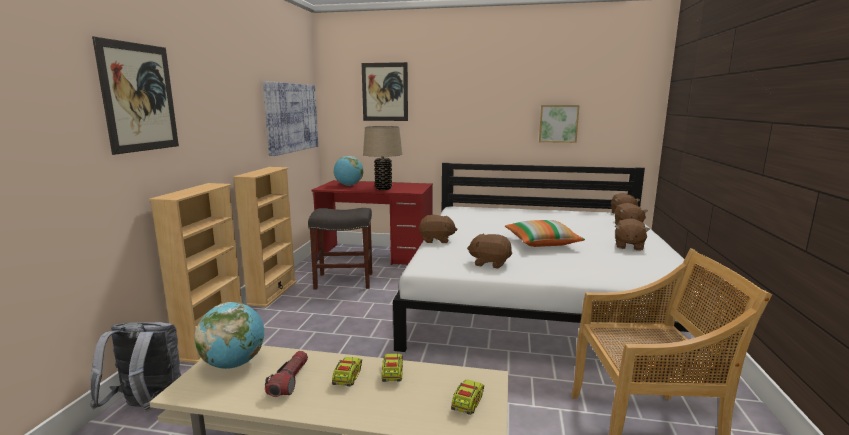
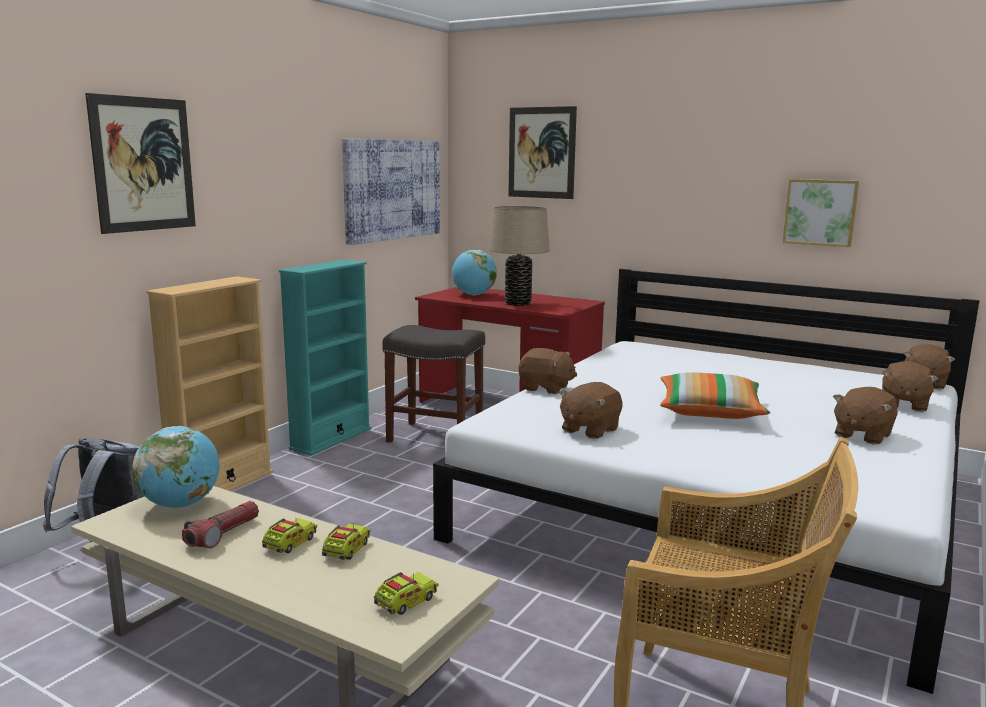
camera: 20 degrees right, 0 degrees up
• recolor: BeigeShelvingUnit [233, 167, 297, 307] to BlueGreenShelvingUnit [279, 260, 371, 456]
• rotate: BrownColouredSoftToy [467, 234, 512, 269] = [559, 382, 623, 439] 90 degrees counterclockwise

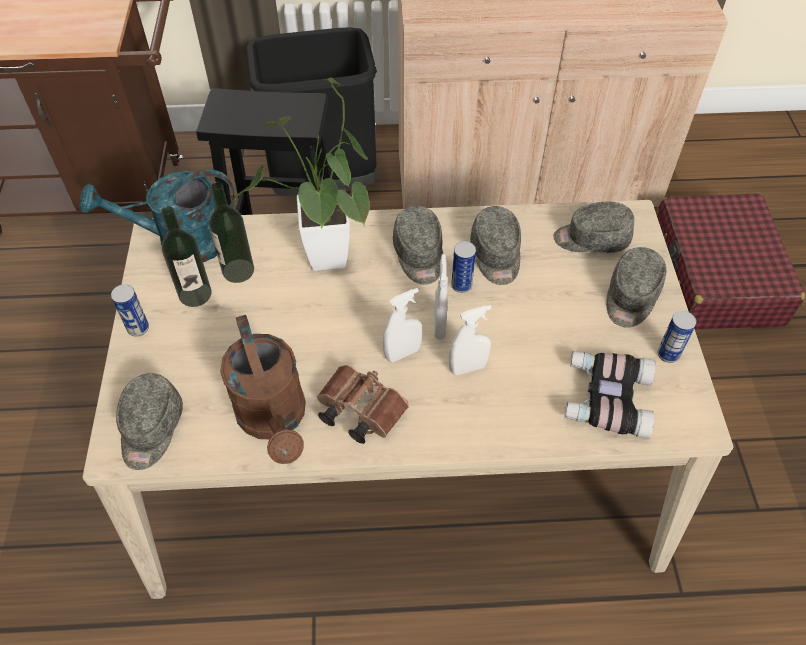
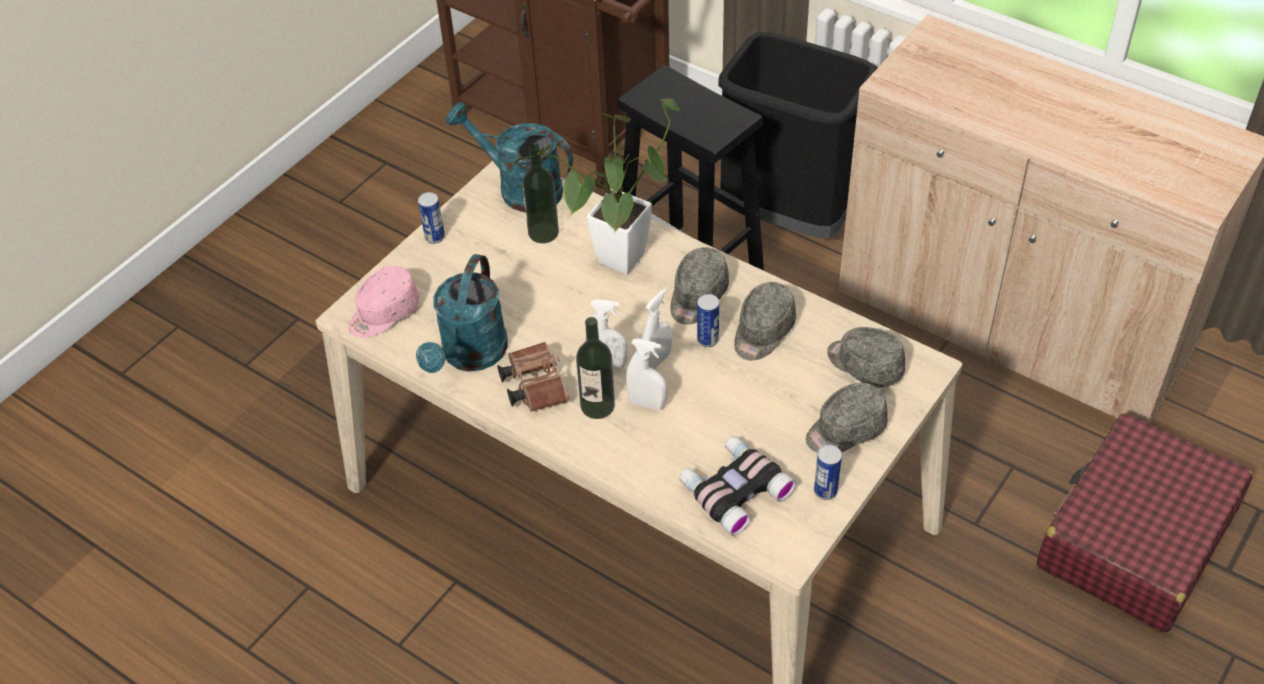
camera: 40 degrees right, 5 degrees down
• move: DrinkBottle [161, 206, 211, 307] to [576, 317, 615, 419]
• recolor: BrownColouredWateringCan [220, 315, 306, 464] to BlueGreenWateringCan [416, 254, 508, 373]
• recolor: GreyishBaseballCap [116, 373, 183, 470] to PinkishBaseballCap [348, 266, 420, 338]

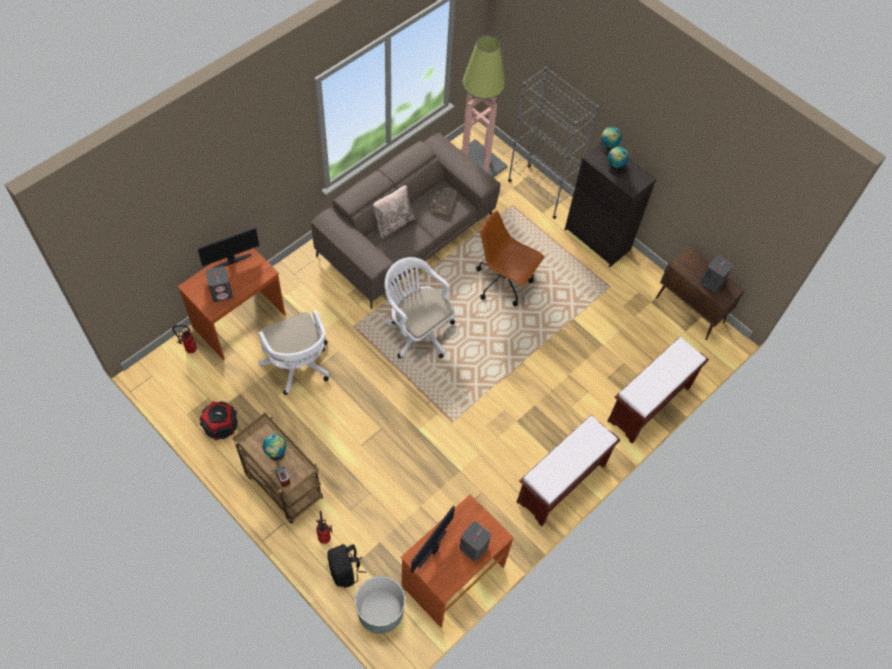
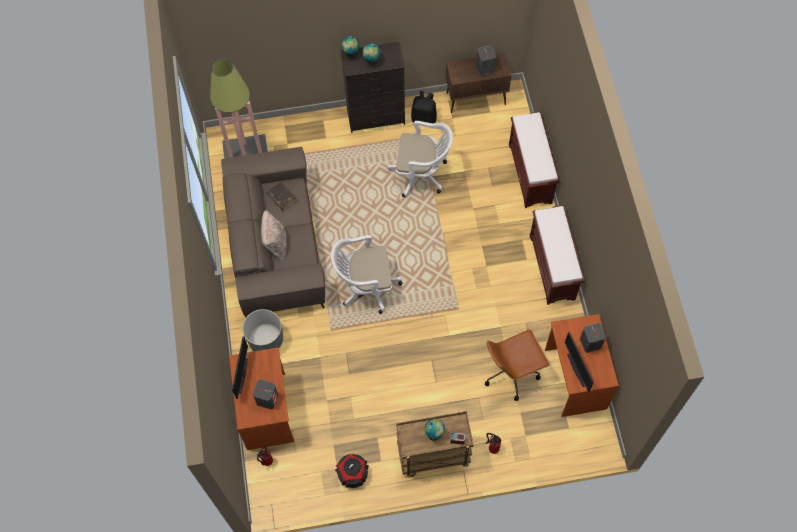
camera: 50 degrees left, 5 degrees up
• delete: GreyishShelvingUnit [508, 67, 599, 219]
• move: BrownColouredComputerChair [477, 210, 545, 306] to [485, 330, 550, 401]
• move: WhitishComputerChair [258, 310, 330, 395] to [387, 121, 453, 197]
• move: BlackishRucksack [327, 544, 366, 588] to [411, 91, 437, 123]
• move: GreyishFlowerPot [355, 576, 405, 634] to [242, 309, 283, 351]

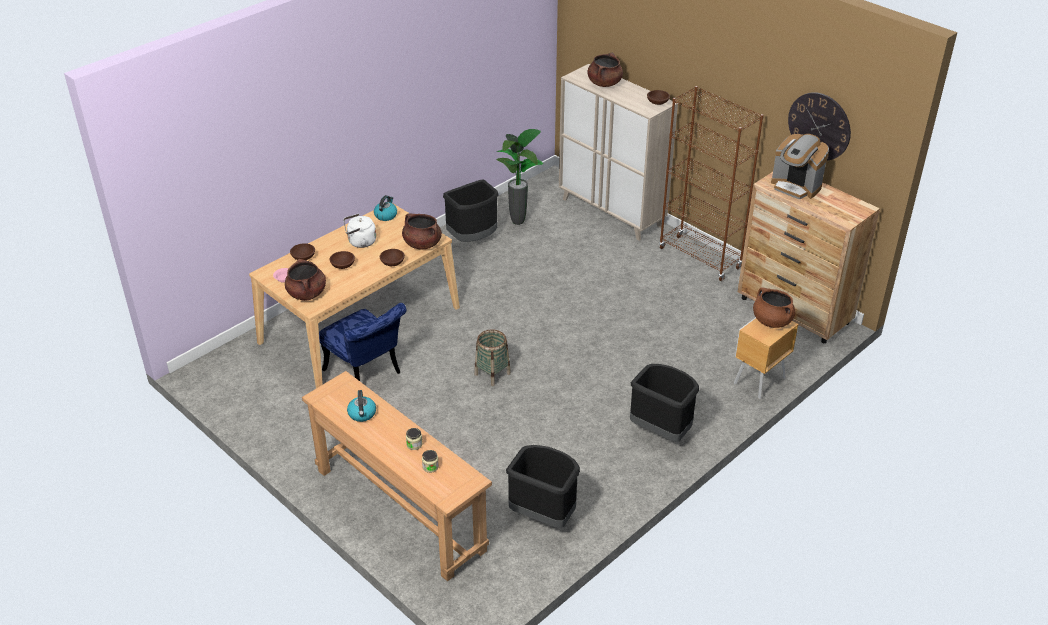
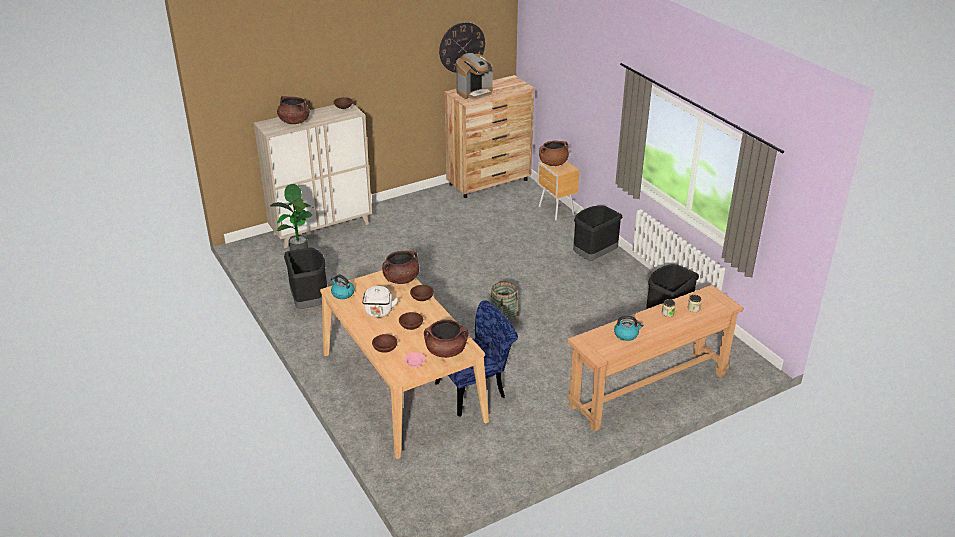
camera: 75 degrees left, 5 degrees down
• delete: BrownColouredShelvingUnit [659, 86, 764, 281]

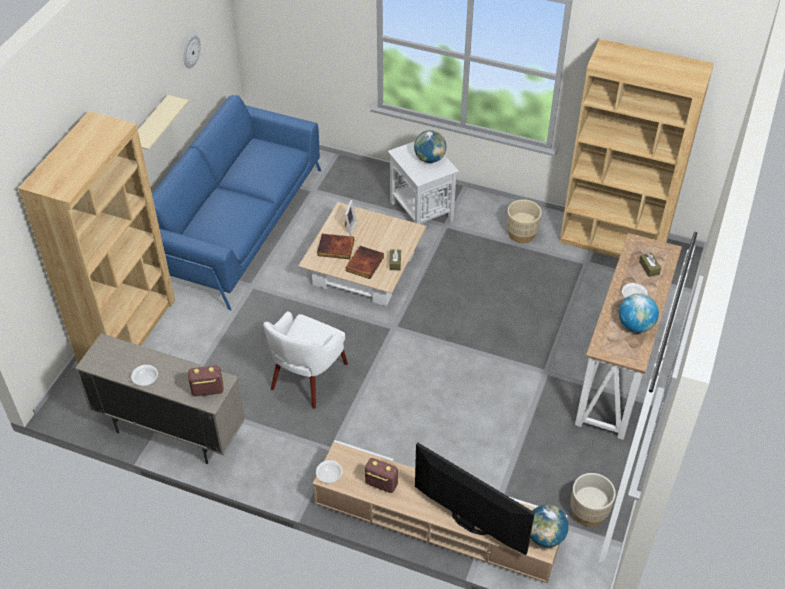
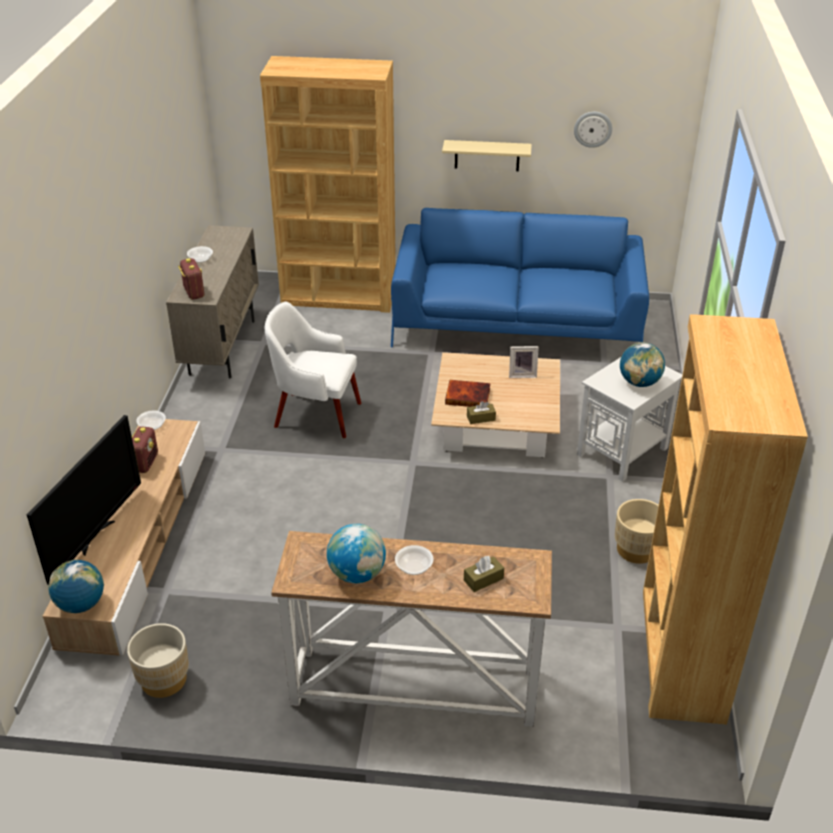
camera: 75 degrees right, 10 degrees down
• delete: BoundBook [317, 234, 354, 259]

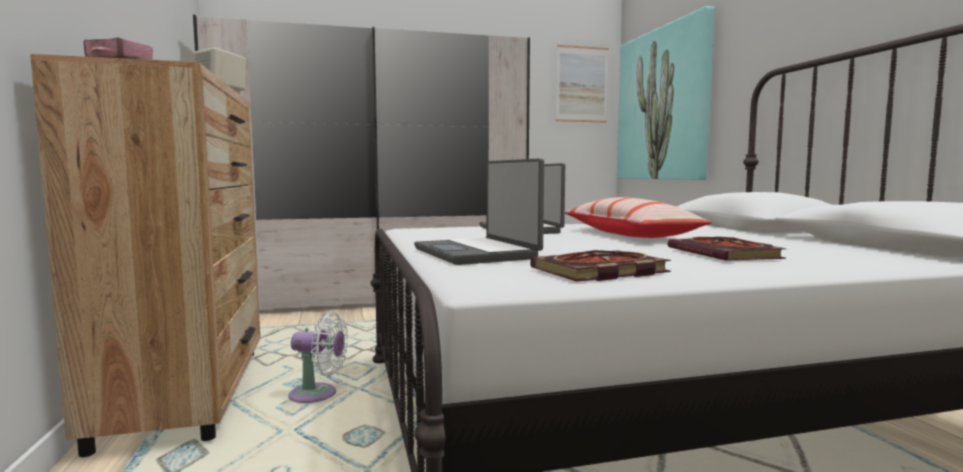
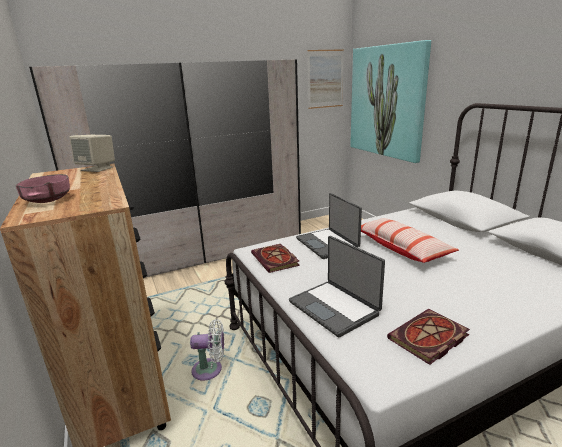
camera: 10 degrees left, 15 degrees up
• move: BoundBook [668, 237, 786, 261] to [251, 244, 300, 273]

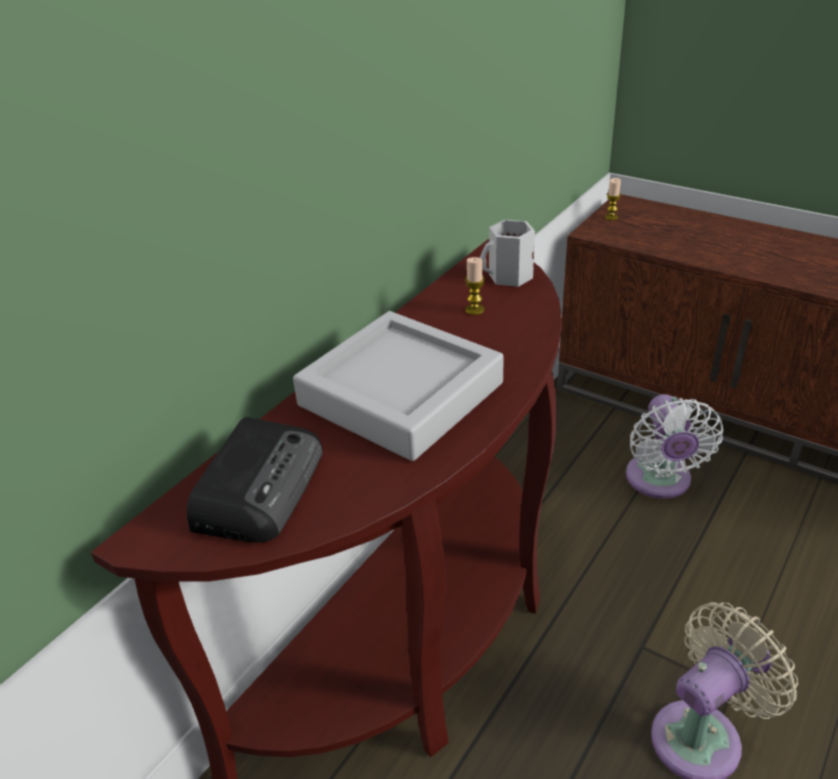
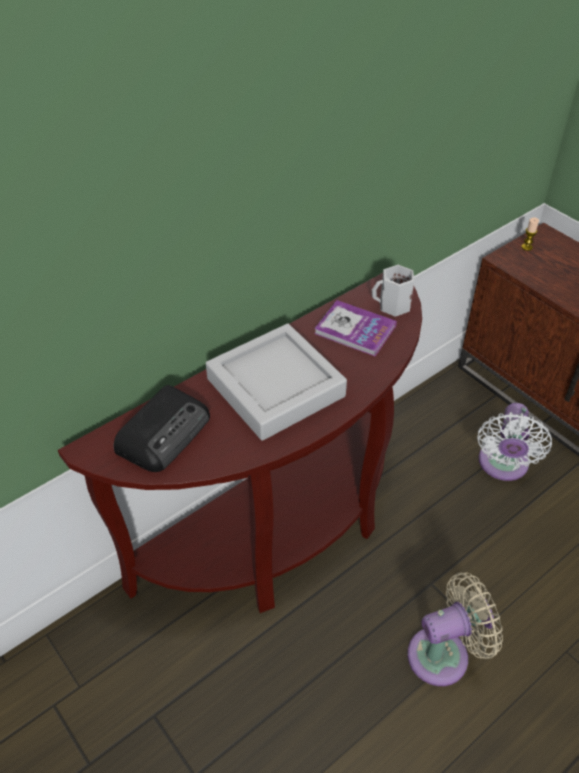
camera: 15 degrees right, 10 degrees up
• replace: Candle [465, 257, 485, 315] to BoundBook [314, 300, 397, 357]

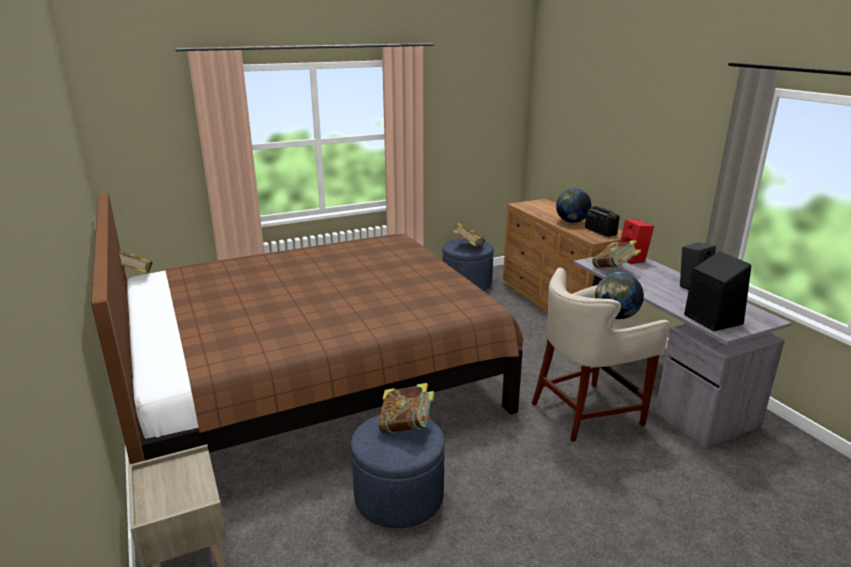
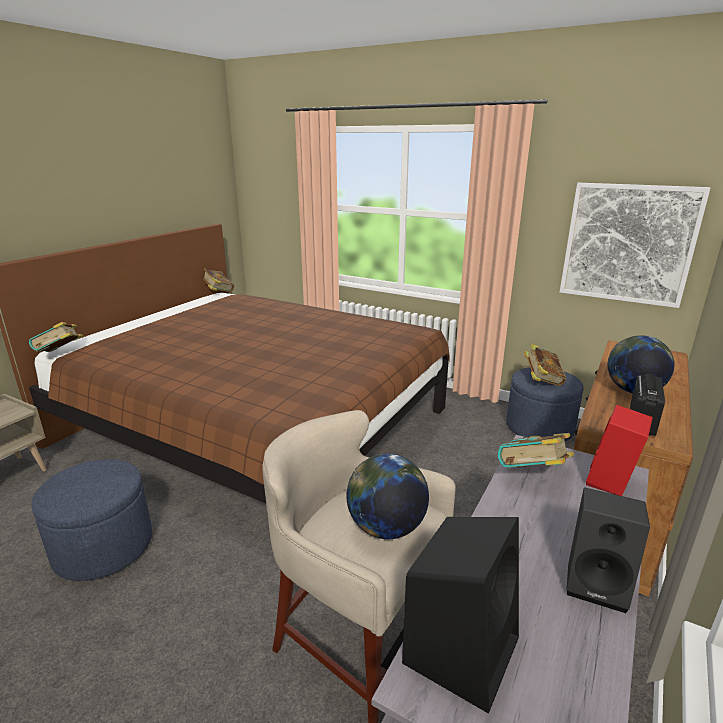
camera: 55 degrees right, 0 degrees up
• move: BoundBook [378, 383, 435, 434] to [29, 322, 83, 352]
• insert: Picture [560, 183, 710, 308]

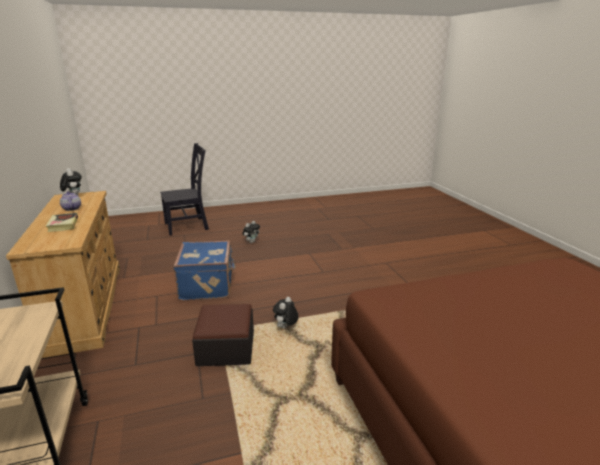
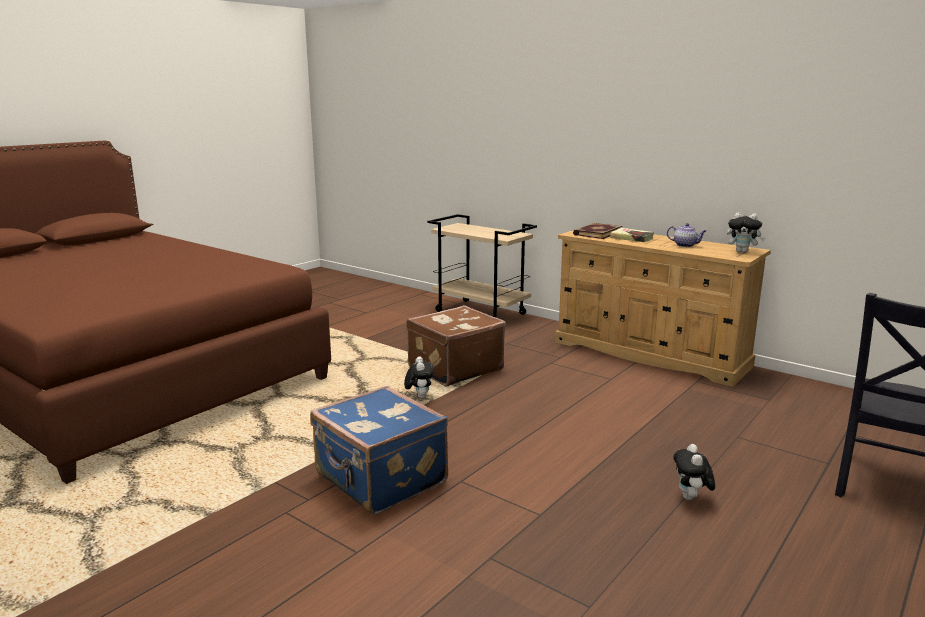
camera: 145 degrees right, 5 degrees down
• move: BluePieceOfLuggage [173, 240, 236, 300] to [310, 386, 448, 515]
• replace: Ottoman [192, 304, 254, 366] to BrownColouredPieceOfLuggage [406, 305, 506, 386]
• insert: BoundBook [573, 223, 622, 239]

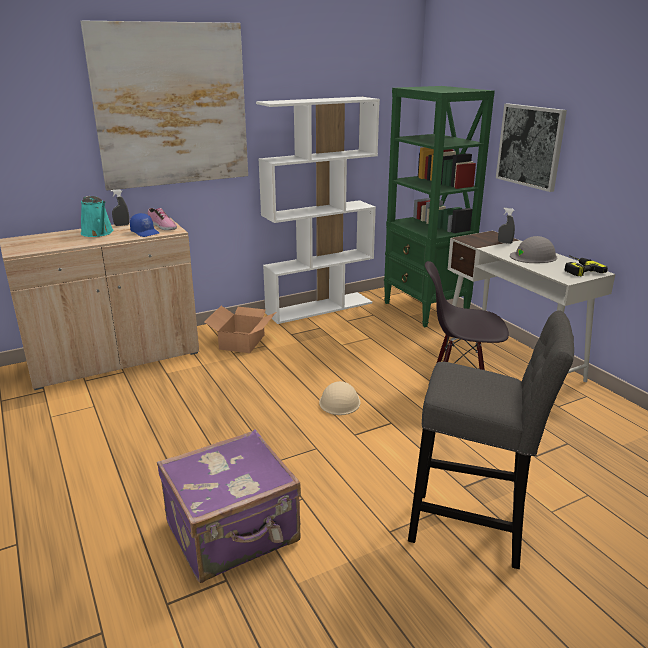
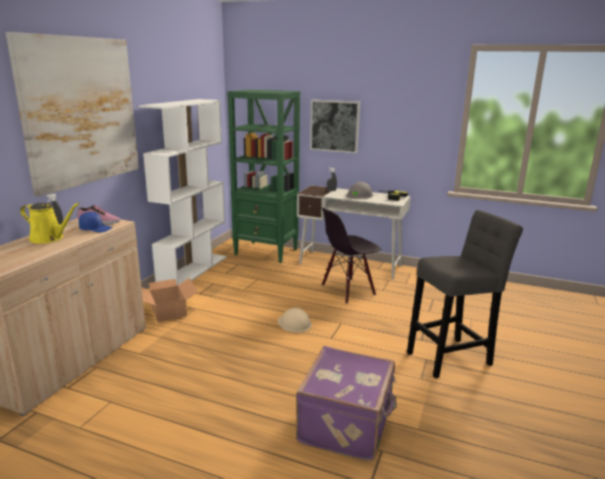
camera: 40 degrees left, 5 degrees down
• recolor: BlueGreenWateringCan [81, 196, 113, 237] to YellowWateringCan [20, 203, 79, 244]

